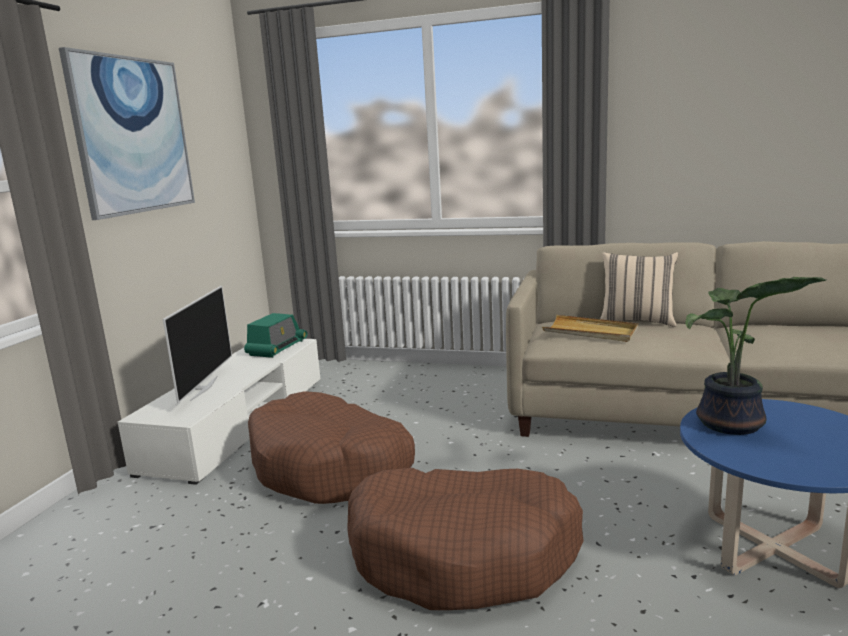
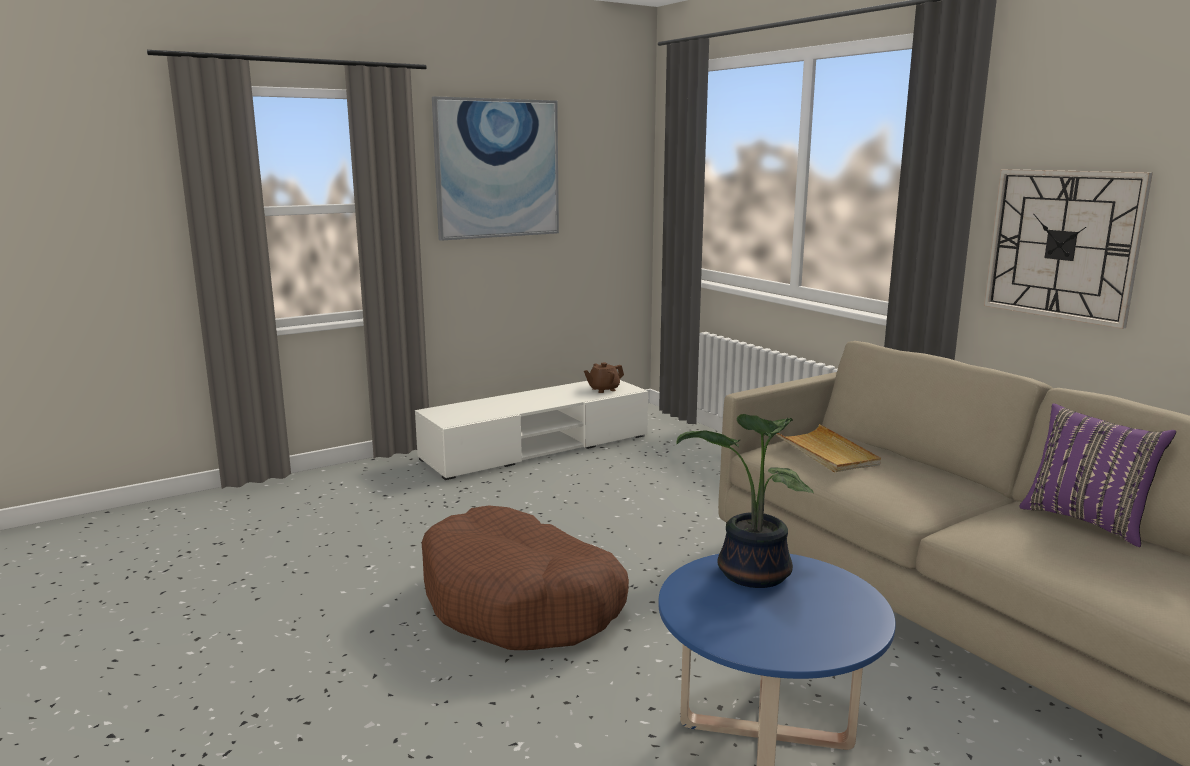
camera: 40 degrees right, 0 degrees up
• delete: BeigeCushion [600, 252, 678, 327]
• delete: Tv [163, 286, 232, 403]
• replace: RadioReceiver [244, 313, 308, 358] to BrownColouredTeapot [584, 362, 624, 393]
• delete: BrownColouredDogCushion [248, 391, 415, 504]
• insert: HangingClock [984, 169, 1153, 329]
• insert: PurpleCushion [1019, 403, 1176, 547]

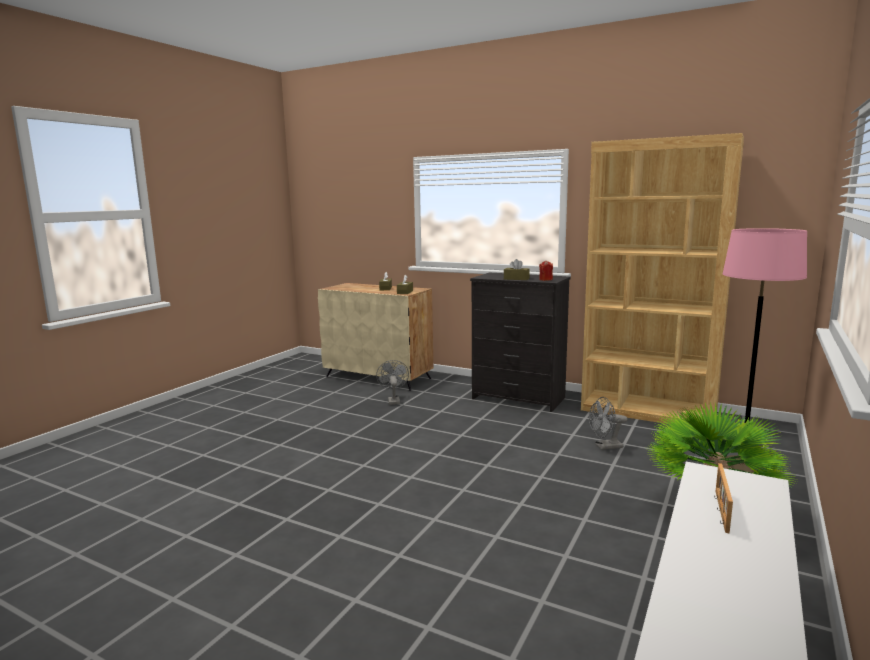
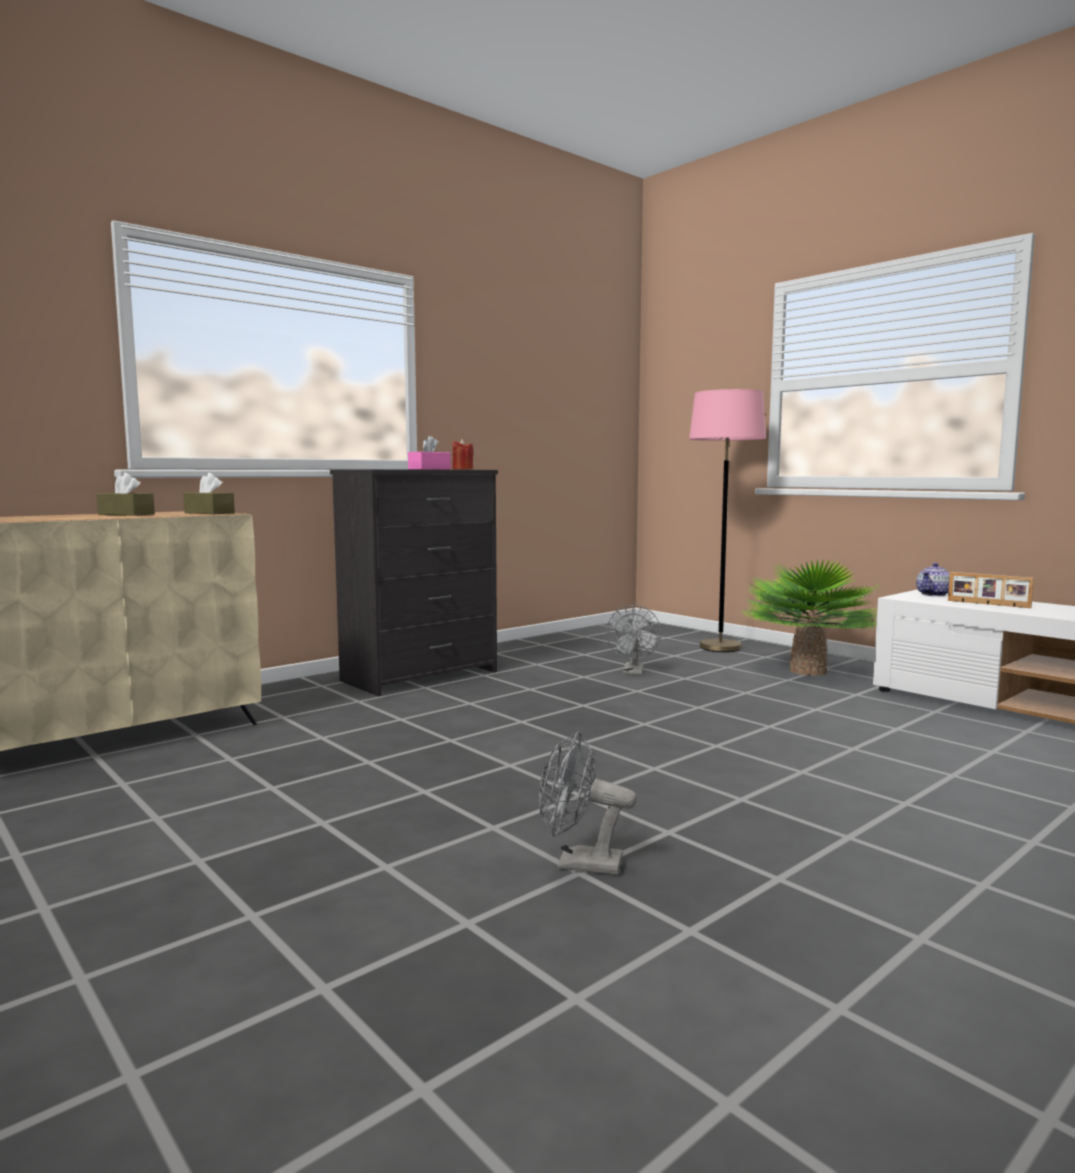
camera: 70 degrees left, 5 degrees down
• delete: BrownColouredShelvingUnit [581, 133, 744, 425]
• recolor: BrownColouredTissueBox [504, 259, 530, 280] to PinkishTissueBox [408, 436, 451, 470]
• move: GreyishElectricFan [376, 360, 409, 405] to [539, 731, 637, 875]
• insert: Teapot [916, 563, 950, 596]

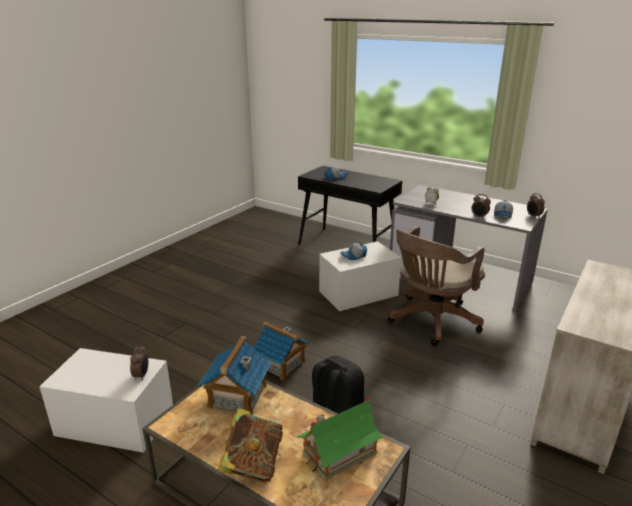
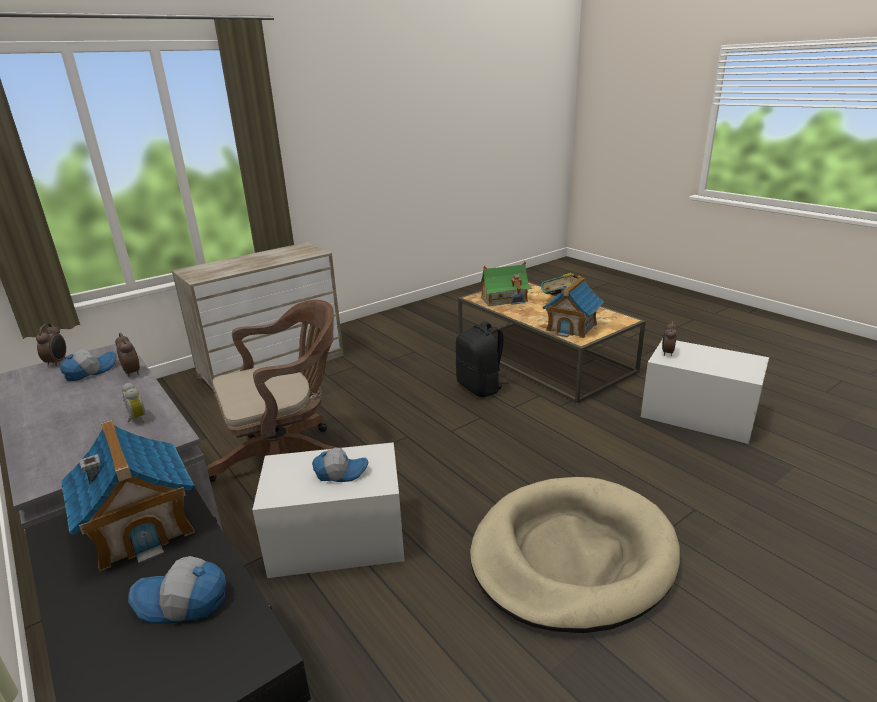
camera: 160 degrees left, 0 degrees up
• move: ModelHouse [253, 322, 309, 380] to [61, 420, 195, 572]
• insert: BeigeDogCushion [470, 477, 680, 633]

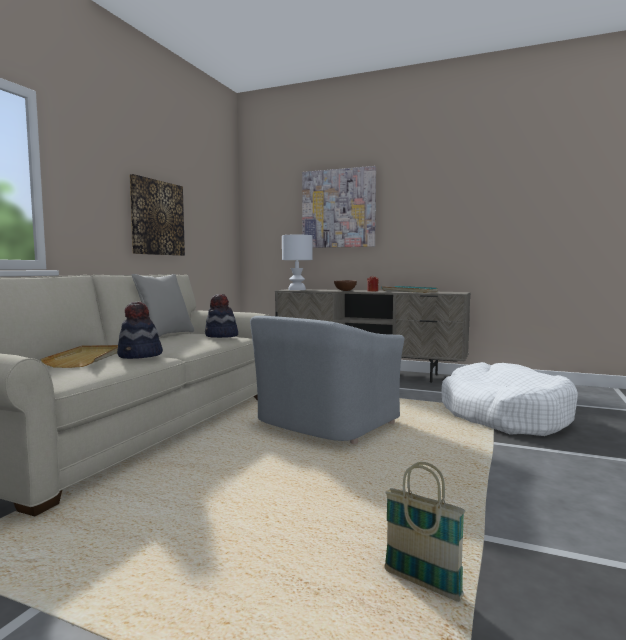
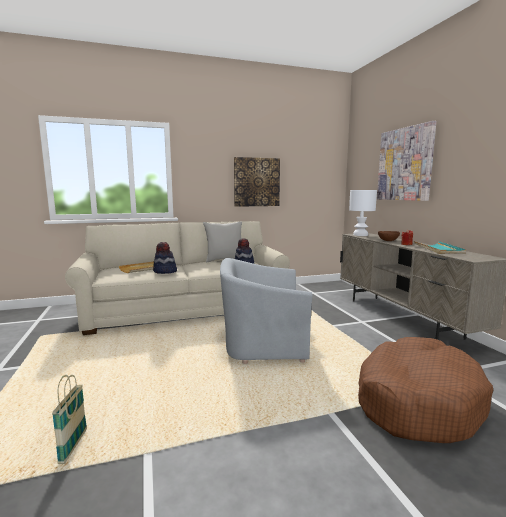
camera: 50 degrees right, 5 degrees up
• recolor: WhitishDogCushion [442, 362, 578, 436] to BrownColouredDogCushion [358, 337, 493, 443]

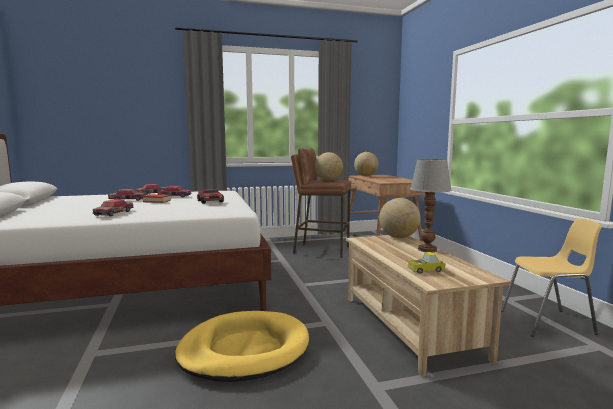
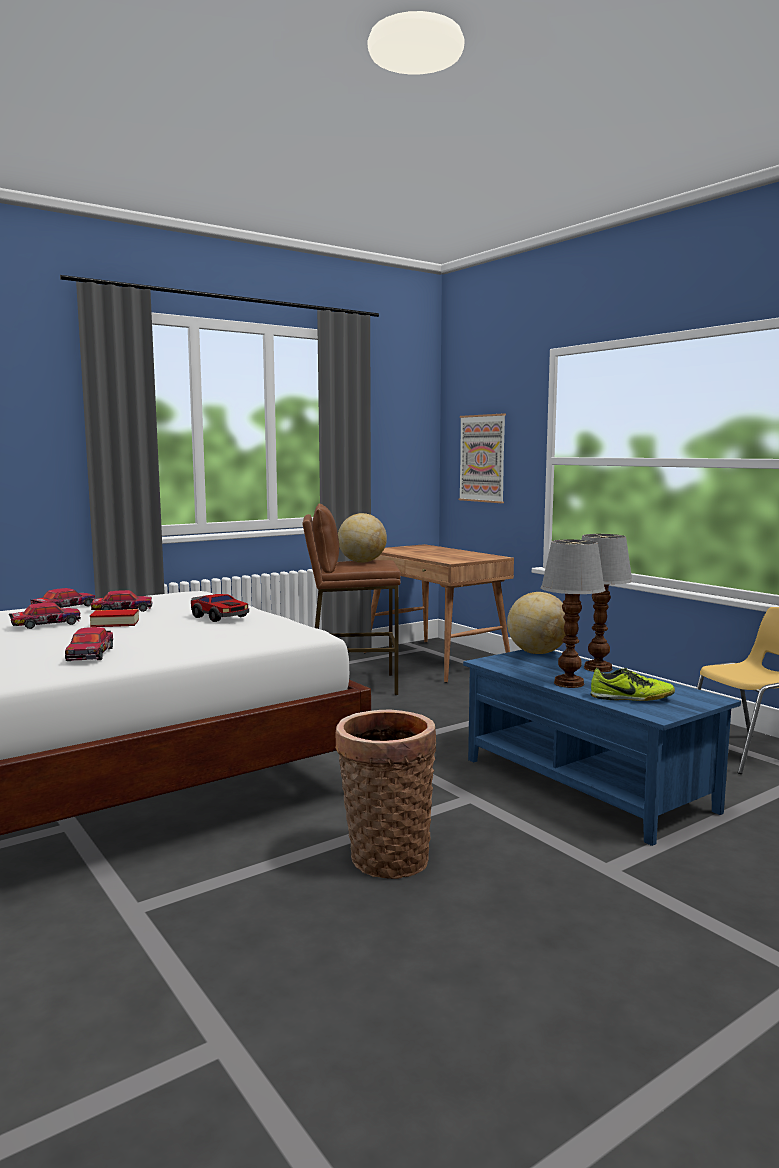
camera: 20 degrees left, 0 degrees up
• delete: Globe [354, 152, 379, 176]
• recolor: BeigeCoffeeTable [346, 235, 510, 377] to BlueCoffeeTable [463, 650, 741, 846]
• replace: ModelTruck [408, 252, 446, 274] to ItemOfFootwear [590, 668, 675, 701]
• replace: YellowDogCushion [175, 311, 309, 382] to StorageBasket [335, 710, 436, 879]
• insert: Picture [459, 414, 506, 503]
• insert: TabletopLamp [541, 539, 605, 688]

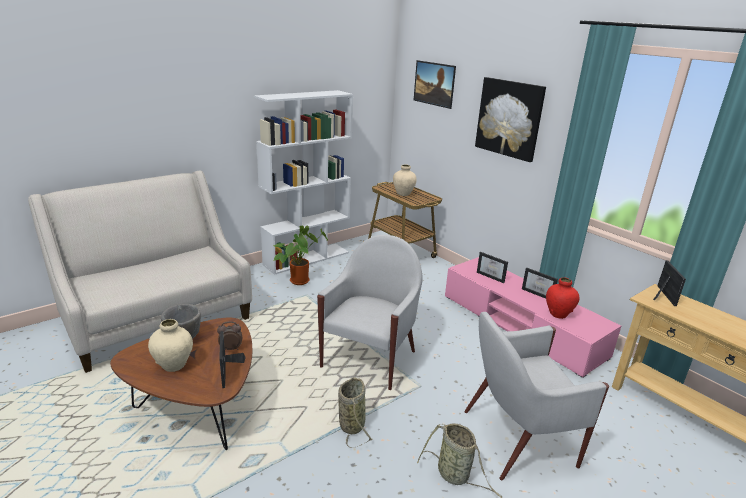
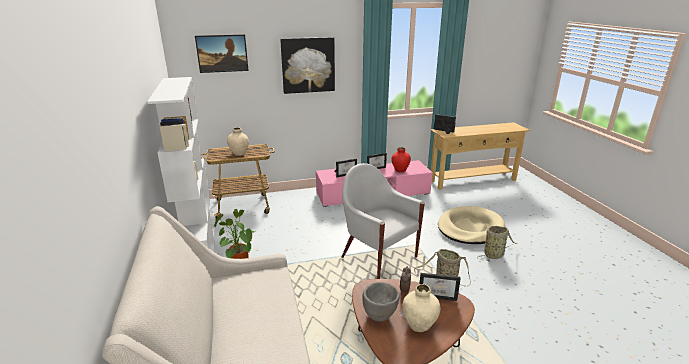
camera: 65 degrees left, 0 degrees up
• replace: WhitishLoungeChair [464, 312, 609, 480] to BeigeDogCushion [438, 206, 505, 244]

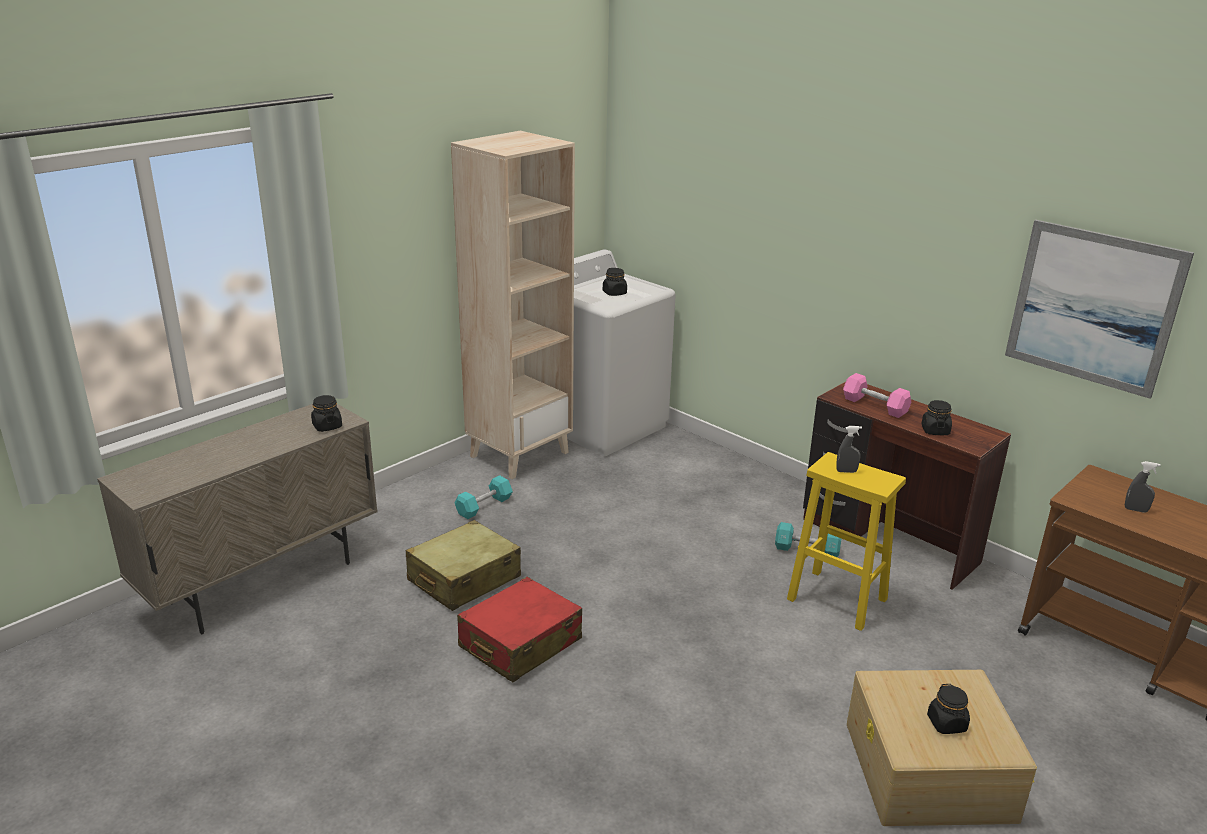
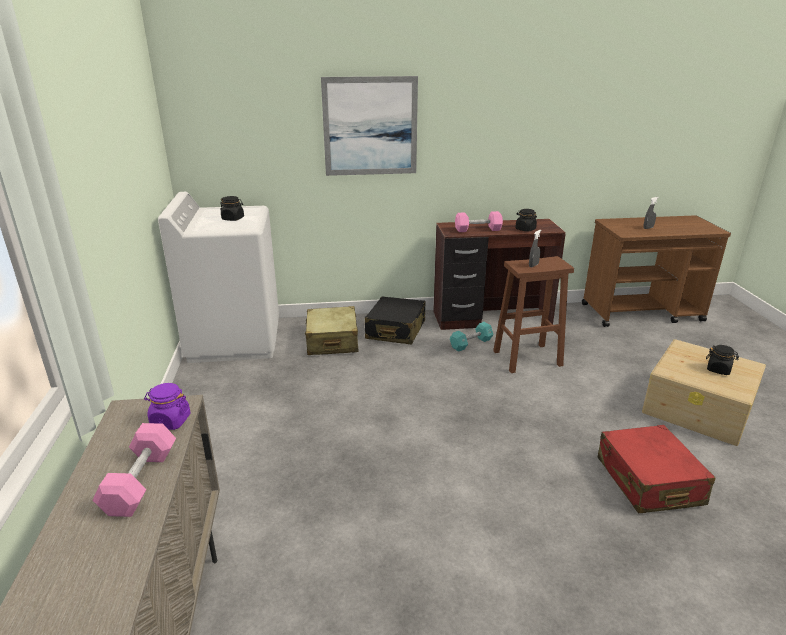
camera: 50 degrees left, 0 degrees up
• delete: BeigeShelvingUnit [451, 131, 575, 479]
• move: Picture [1005, 220, 1194, 399] to [321, 76, 418, 176]
• recolor: BlackishPreserveJar [311, 395, 342, 432] to PurplePreserveJar [144, 383, 191, 430]
• recolor: YellowStoolSeat [787, 452, 906, 631] to BrownColouredStoolSeat [493, 256, 574, 373]
• delete: BlueGreenDumbbell [454, 475, 513, 519]
• move: BeigePieceOfLuggage [406, 520, 521, 611] to [305, 306, 358, 355]
• move: RedPieceOfLuggage [457, 577, 582, 682] to [598, 425, 716, 514]
• insert: BlackishPieceOfLuggage [365, 296, 425, 344]
• insert: PinkishDumbbell [92, 423, 176, 517]

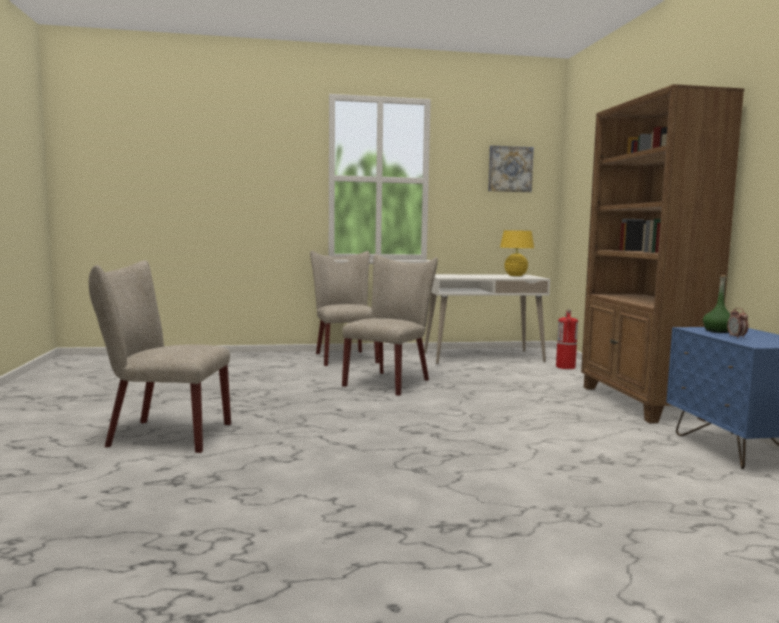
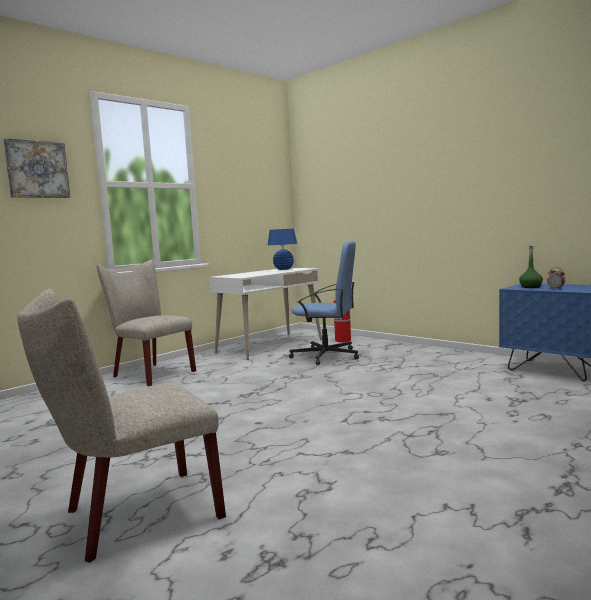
camera: 35 degrees left, 0 degrees up
• delete: BrownColouredShelvingUnit [581, 84, 744, 423]
• move: Picture [488, 145, 534, 192] to [4, 138, 70, 198]
• recolor: YellowTabletopLamp [500, 230, 534, 276] to BlueTabletopLamp [268, 229, 298, 270]
• delete: BeigePlainChair [342, 255, 438, 396]
• insert: BlueComputerChair [289, 241, 359, 365]

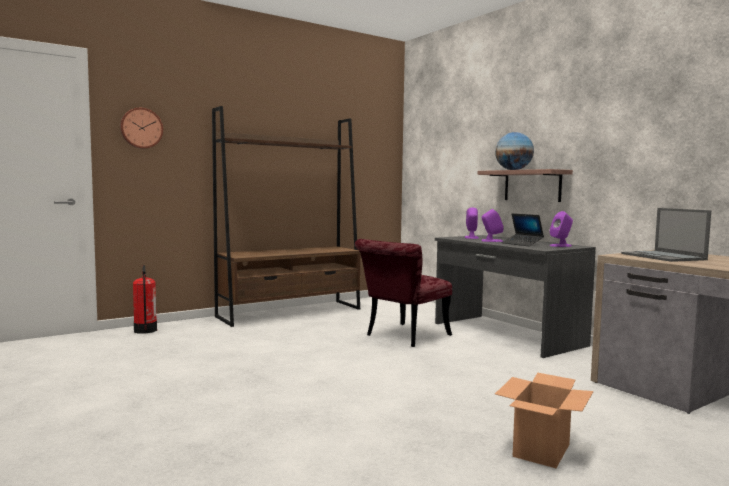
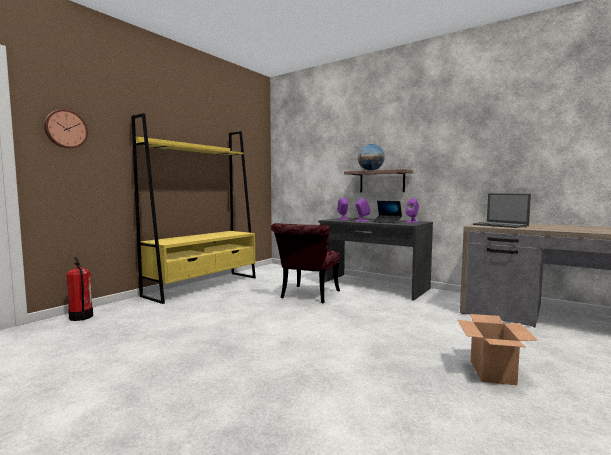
camera: 20 degrees left, 0 degrees up
• recolor: BrownColouredShelvingUnit [212, 106, 360, 327] to YellowShelvingUnit [131, 113, 256, 304]

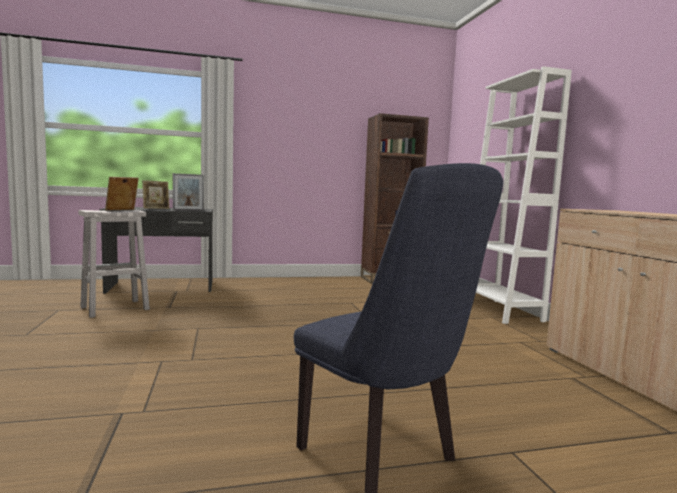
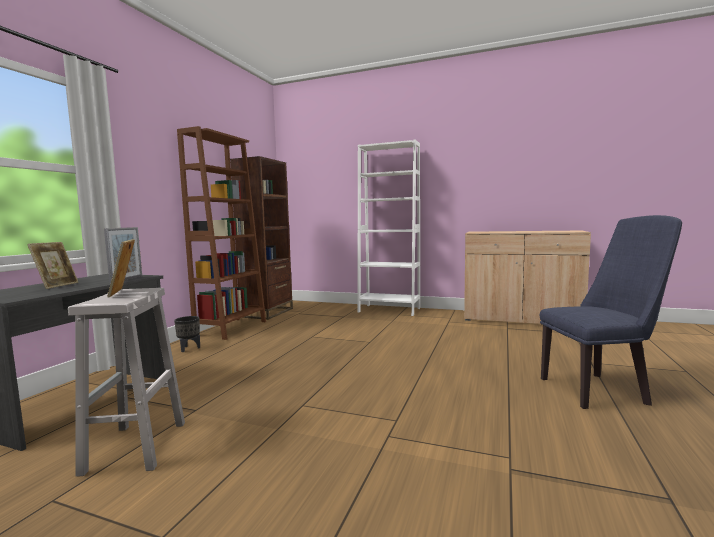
camera: 55 degrees left, 0 degrees up
• insert: BrownColouredShelvingUnit [177, 126, 266, 340]
• insert: BlackishFlowerPot [174, 316, 200, 352]

